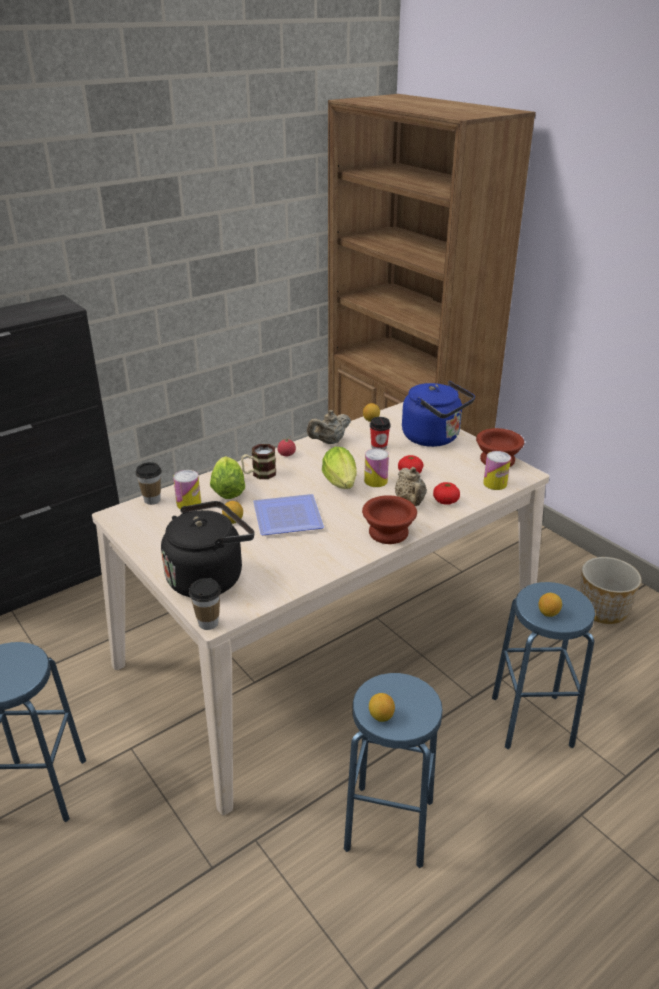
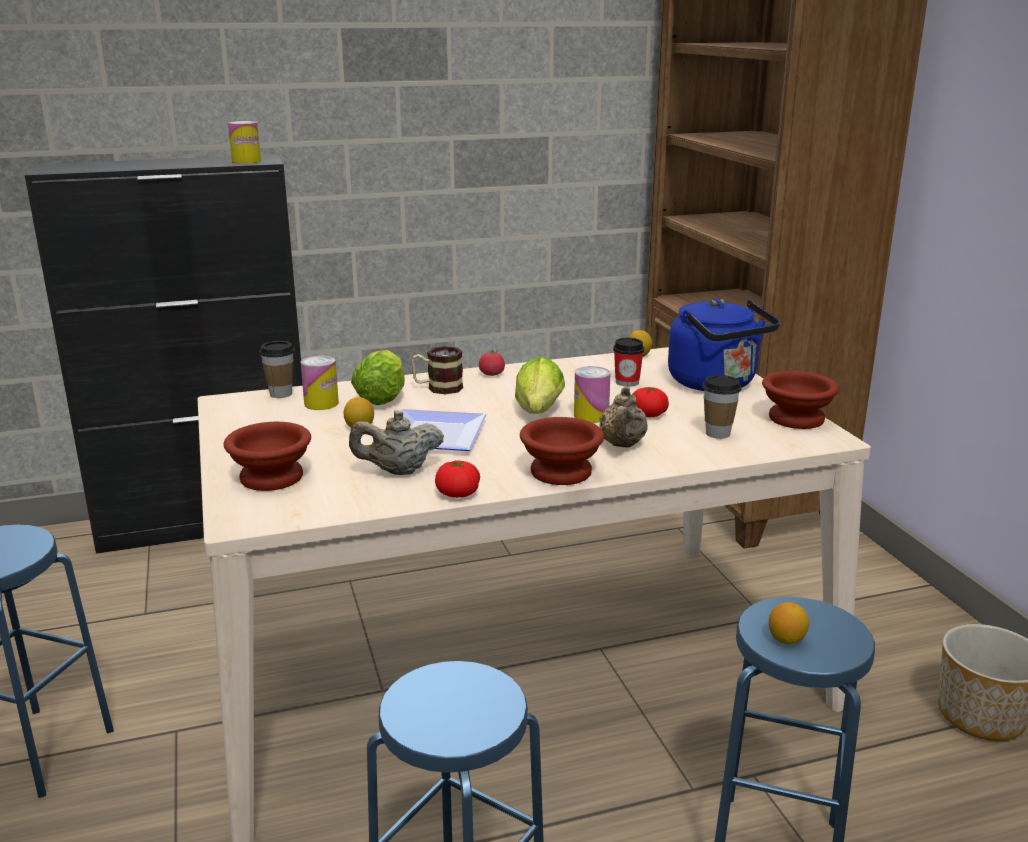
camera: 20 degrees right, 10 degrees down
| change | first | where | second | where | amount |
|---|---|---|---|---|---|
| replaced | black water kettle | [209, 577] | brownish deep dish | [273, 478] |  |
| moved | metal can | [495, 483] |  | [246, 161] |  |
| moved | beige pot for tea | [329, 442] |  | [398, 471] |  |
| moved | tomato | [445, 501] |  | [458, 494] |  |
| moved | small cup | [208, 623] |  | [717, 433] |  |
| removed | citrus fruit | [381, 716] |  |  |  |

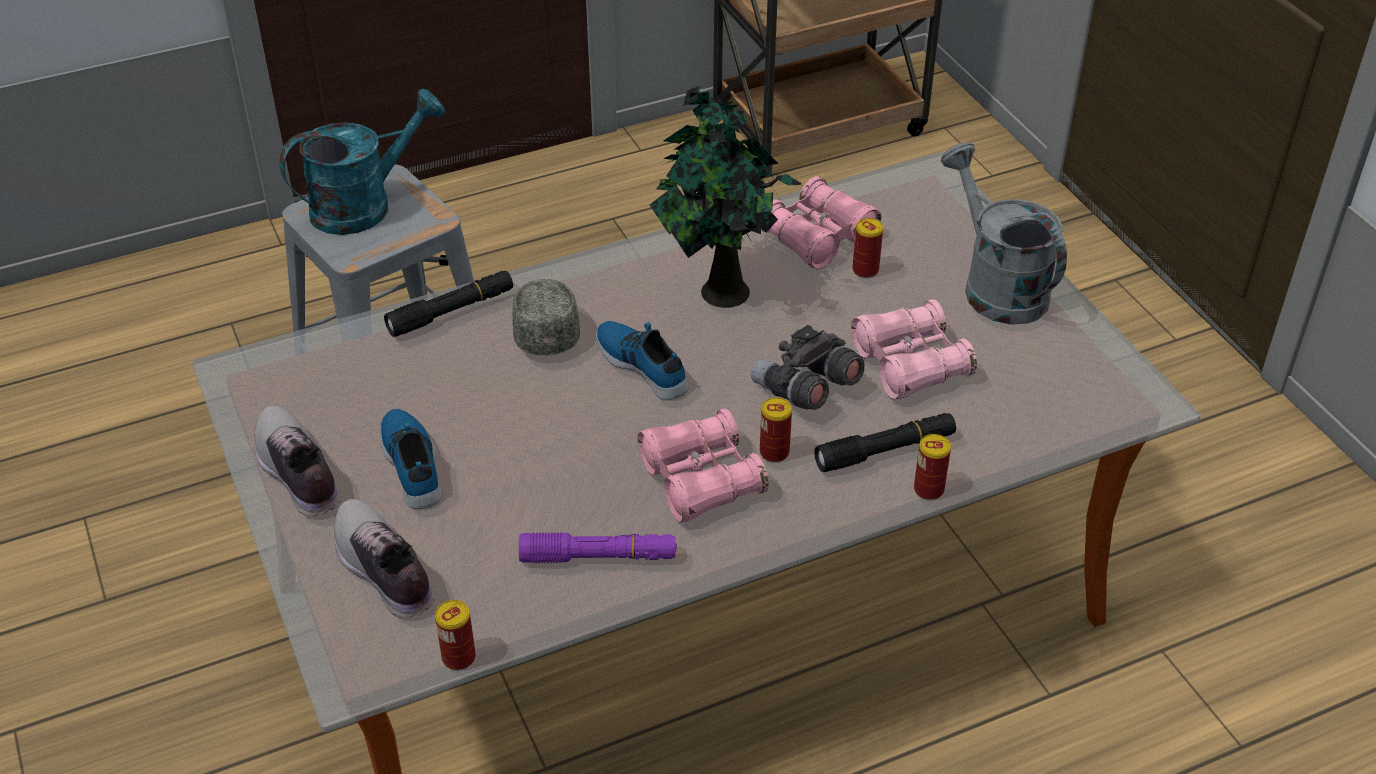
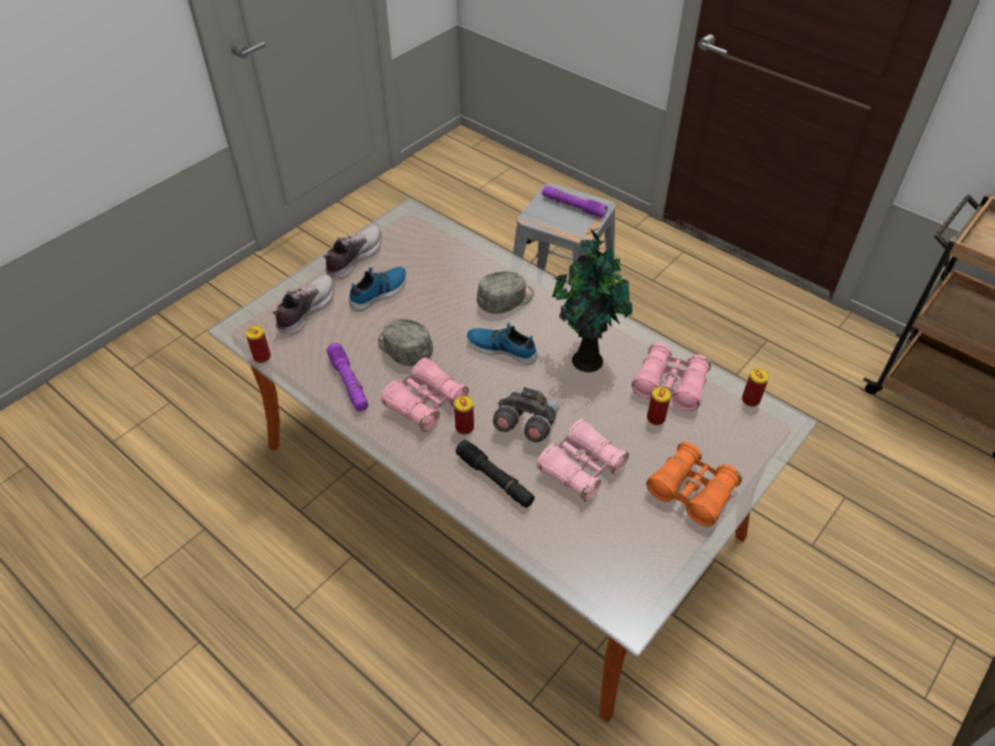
camera: 65 degrees right, 5 degrees up
| change | first | where | second | where | amount |
|---|---|---|---|---|---|
| added |  |  | greyish baseball cap | [404, 349] |  |
| turned | item of footwear | [643, 364] |  | [502, 348] | 90 degrees counterclockwise |
| replaced | turquoise-coloured watering can | [364, 205] | purplish torch | [573, 206] |  |
| replaced | greyish watering can | [996, 285] | orangey pair of binoculars | [691, 491] |  |
| moved | metal can | [928, 489] |  | [750, 400] |  |
| removed | black torch | [451, 312] |  |  |  |

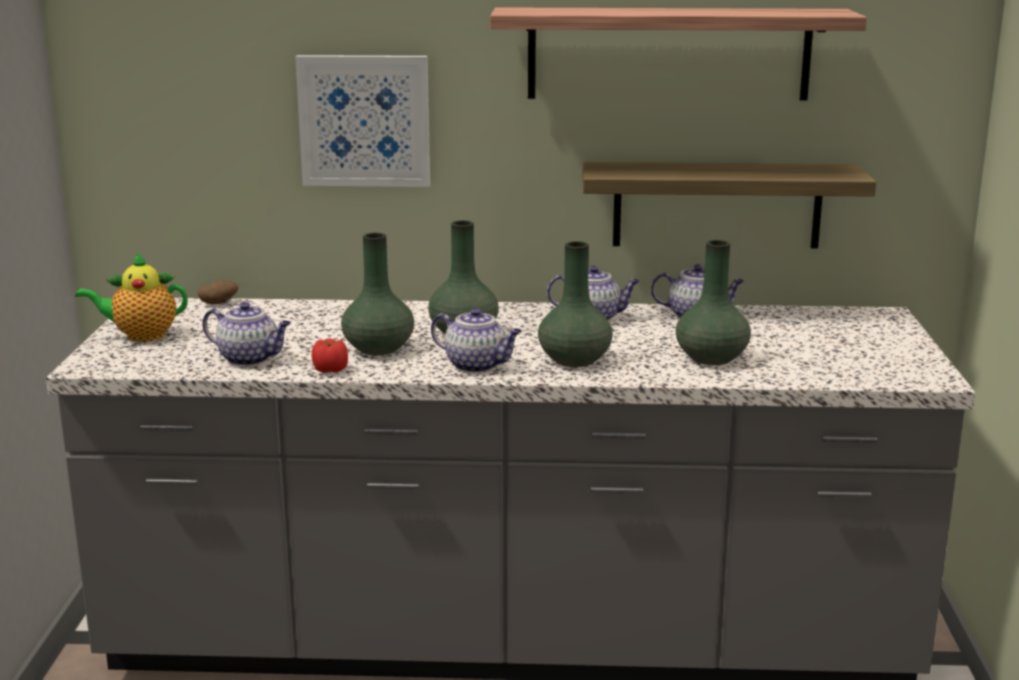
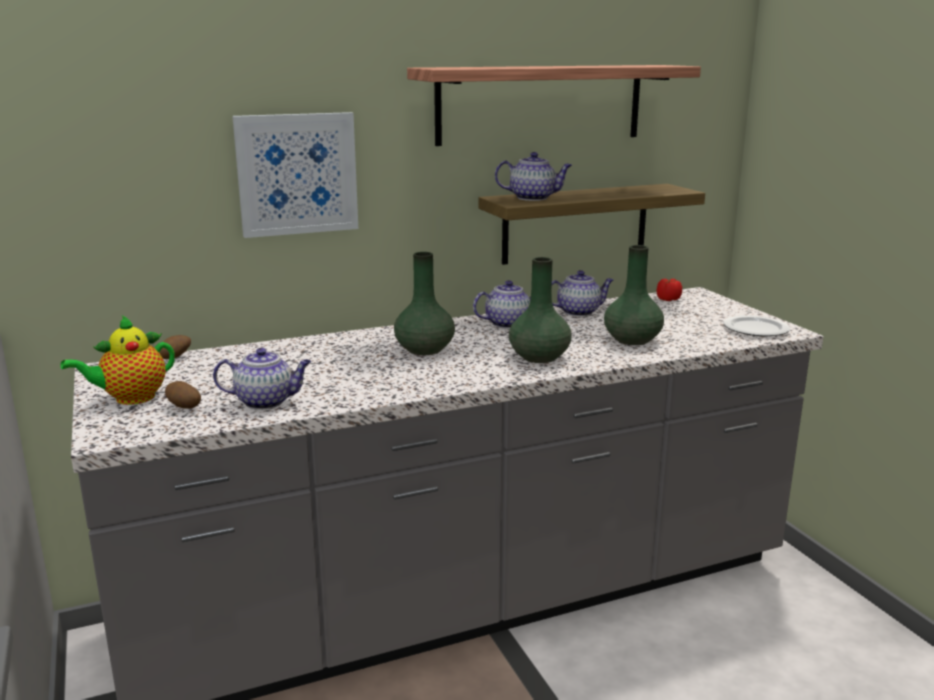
camera: 25 degrees left, 0 degrees up
| change | first | where | second | where | amount |
|---|---|---|---|---|---|
| added |  |  | whole potato | [184, 407] |  |
| moved | pot for tea | [477, 365] |  | [533, 198] |  |
| moved | tomato | [330, 370] |  | [667, 299] |  |
| added |  |  | dinner plate | [757, 329] |  |
| removed | greenish vase | [378, 348] |  |  |  |

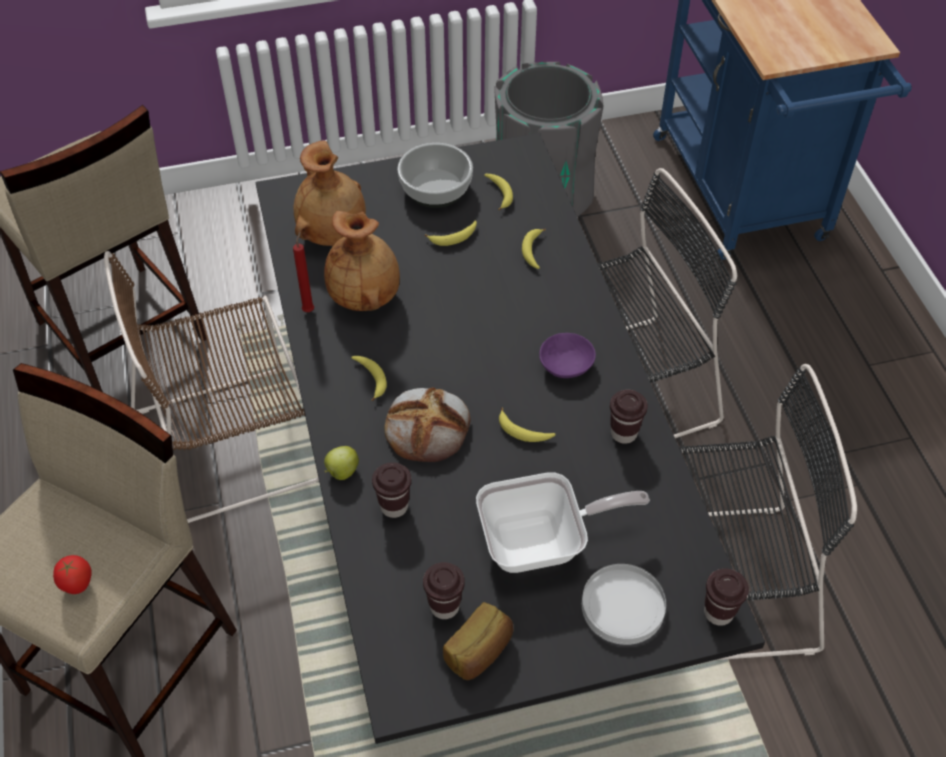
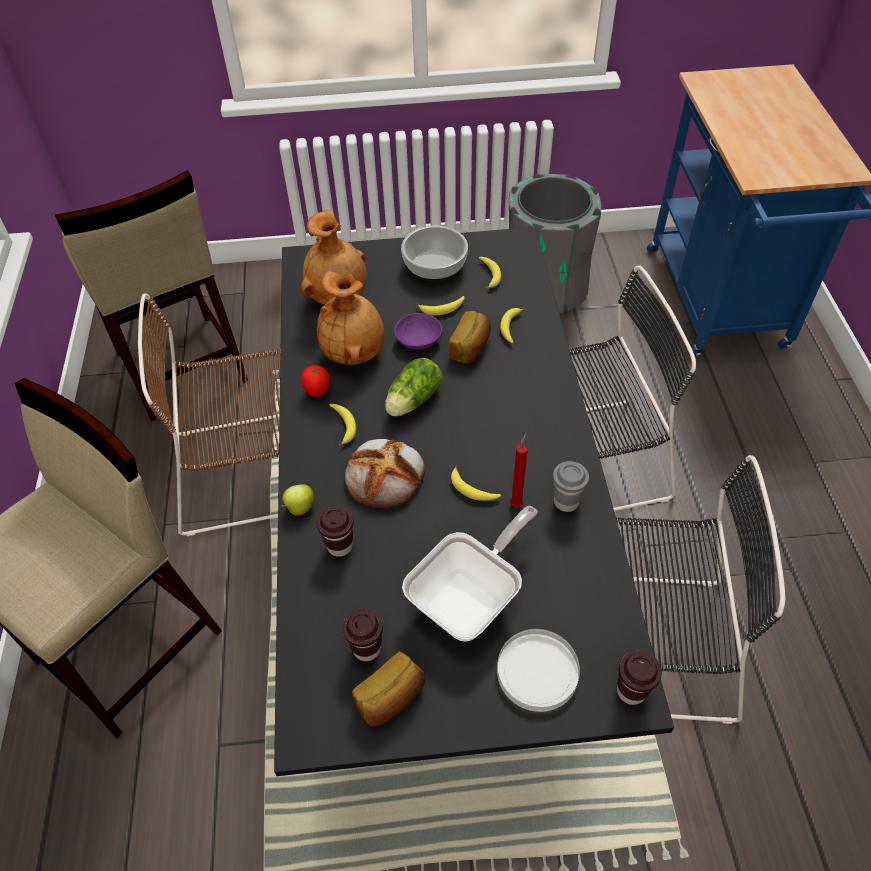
camera: 10 degrees right, 0 degrees up
| change | first | where | second | where | amount |
|---|---|---|---|---|---|
| moved | tomato | [77, 585] |  | [317, 392] |  |
| added |  |  | lettuce | [412, 401] |  |
| moved | purplish deep dish | [566, 366] |  | [418, 341] |  |
| turned | pan | [542, 542] |  | [471, 598] | 45 degrees counterclockwise |
| added |  |  | baked bread | [471, 347] |  |
| moved | red-coloured wax candle | [309, 309] |  | [517, 503] |  |
| recoloured | brownish small cup | [623, 433] | greyish small cup | [566, 502] |  |

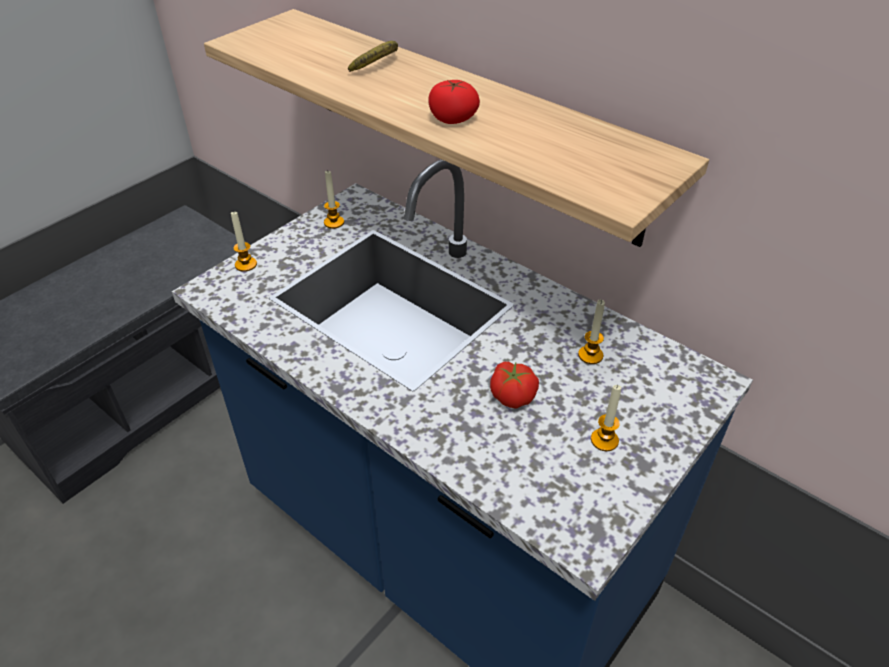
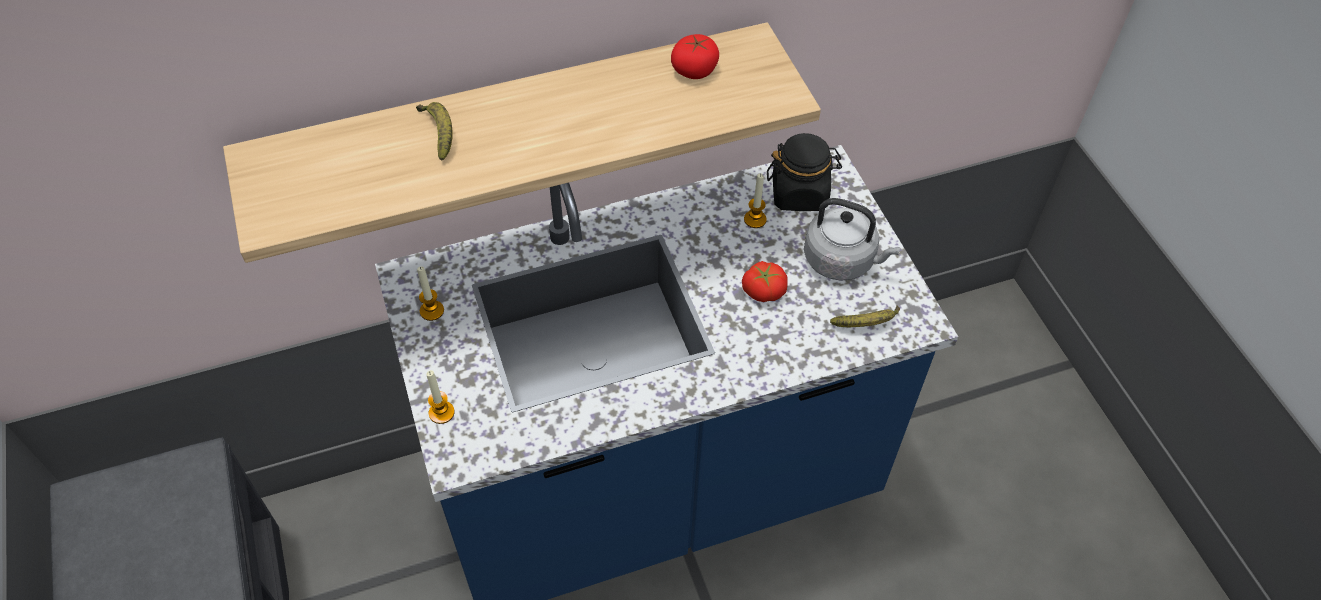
camera: 60 degrees left, 10 degrees up
| change | first | where | second | where | amount |
|---|---|---|---|---|---|
| moved | tomato | [453, 118] |  | [694, 70] |  |
| added |  |  | black jar | [800, 193] |  |
| replaced | wax candle | [604, 440] | greyish water kettle | [842, 260] |  |
| added |  |  | whole banana | [867, 324] |  |

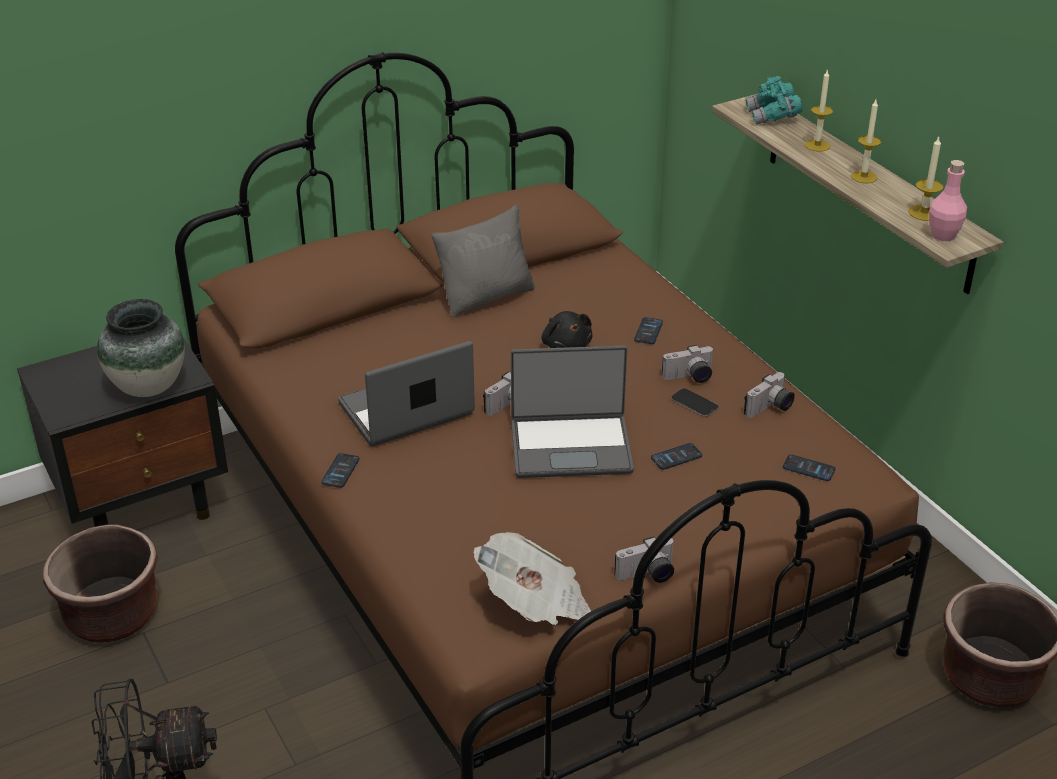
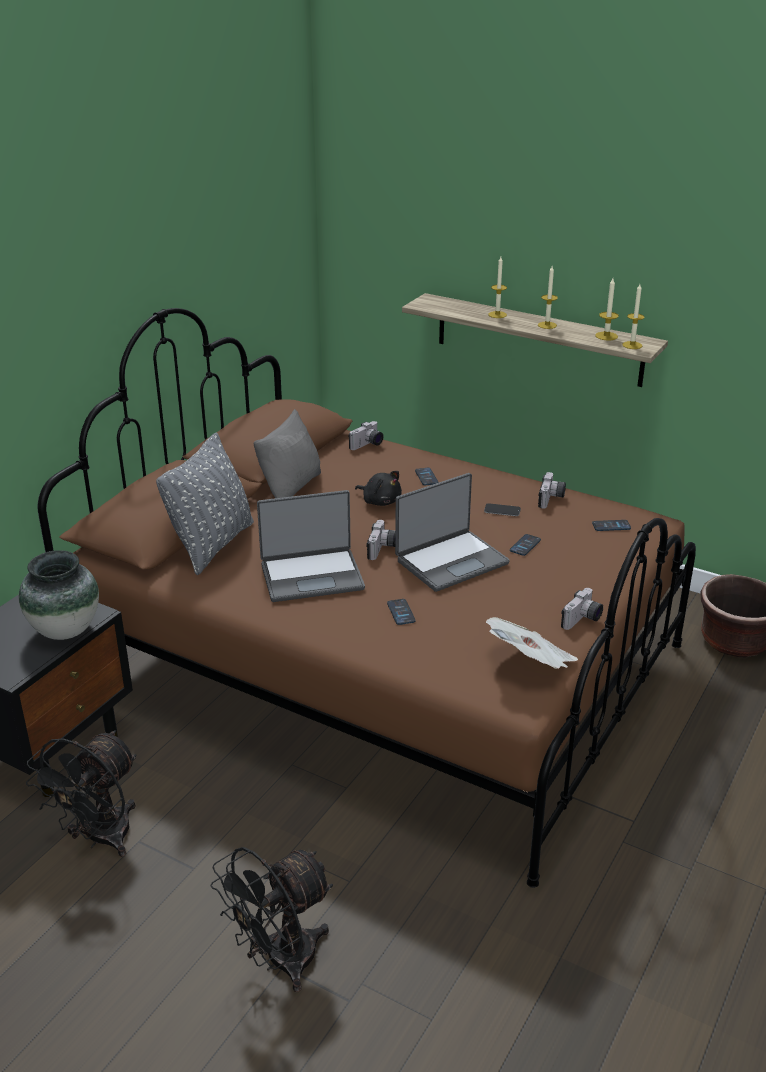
camera: 30 degrees left, 5 degrees down
| change | first | where | second | where | amount |
|---|---|---|---|---|---|
| replaced | brownish planter | [112, 615] | black electric fan | [100, 839] |  |
| added |  |  | greyish pillow | [213, 545] |  |
| turned | portable computer | [407, 411] |  | [312, 576] | 135 degrees counterclockwise |
| moved | photo camera | [689, 378] |  | [367, 445] |  |
| moved | telephone | [340, 471] |  | [401, 612] |  |
| replaced | pink beverage bottle | [943, 235] | wax candle | [632, 345] |  |
| removed | turquoise-coloured pair of binoculars | [773, 116] |  |  |  |

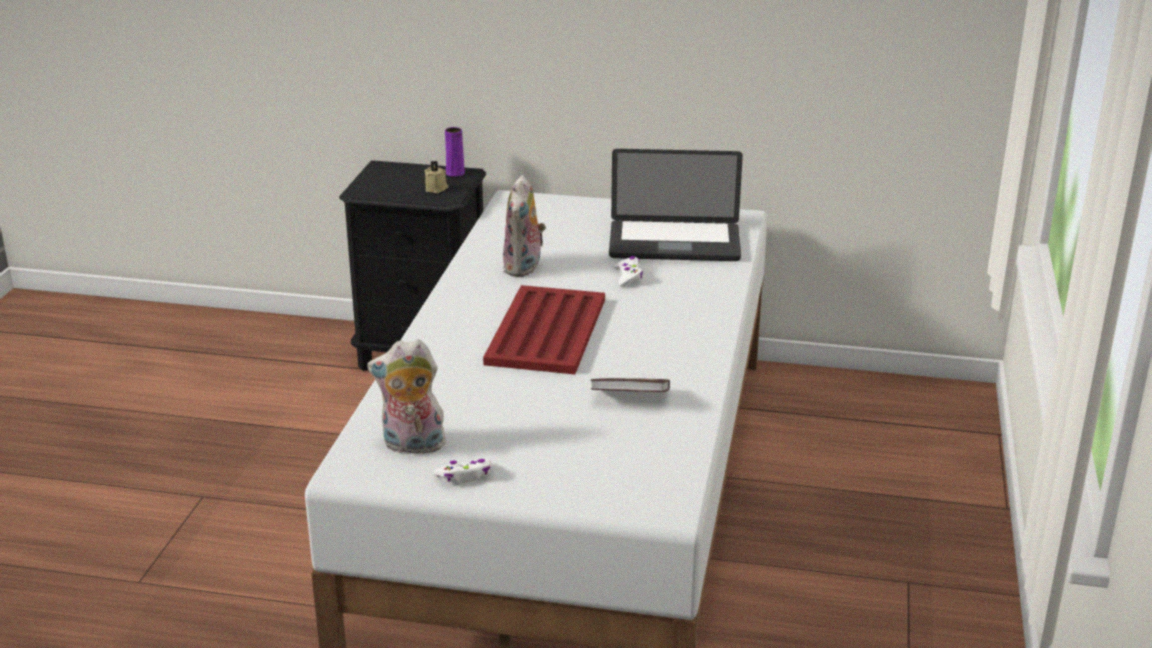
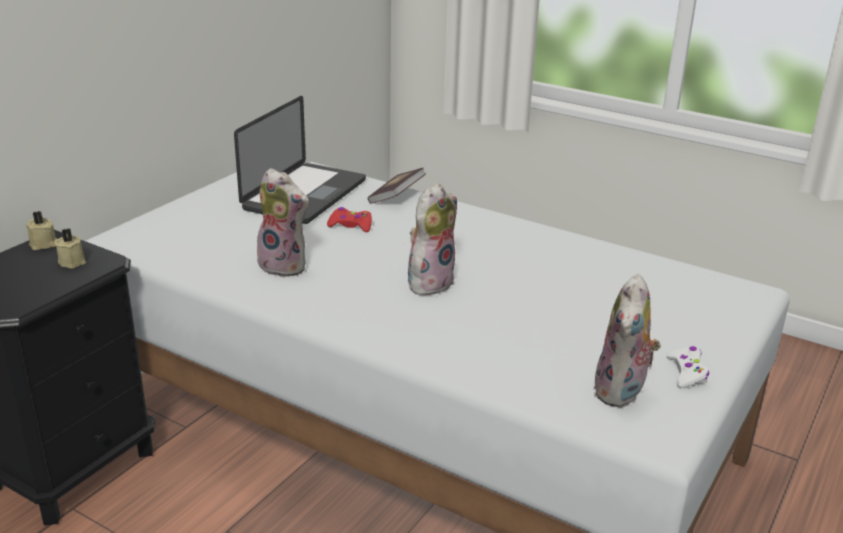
camera: 70 degrees left, 0 degrees up
| change | first | where | second | where | amount |
|---|---|---|---|---|---|
| replaced | purplish vase | [455, 173] | beige wax candle | [44, 244] |  |
| recoloured | white gamepad | [628, 276] | red-coloured gamepad | [351, 225] |  |
| moved | volume | [630, 399] |  | [396, 197] |  |
| replaced | red-coloured tray | [545, 332] | cuddly toy | [429, 282] |  |

